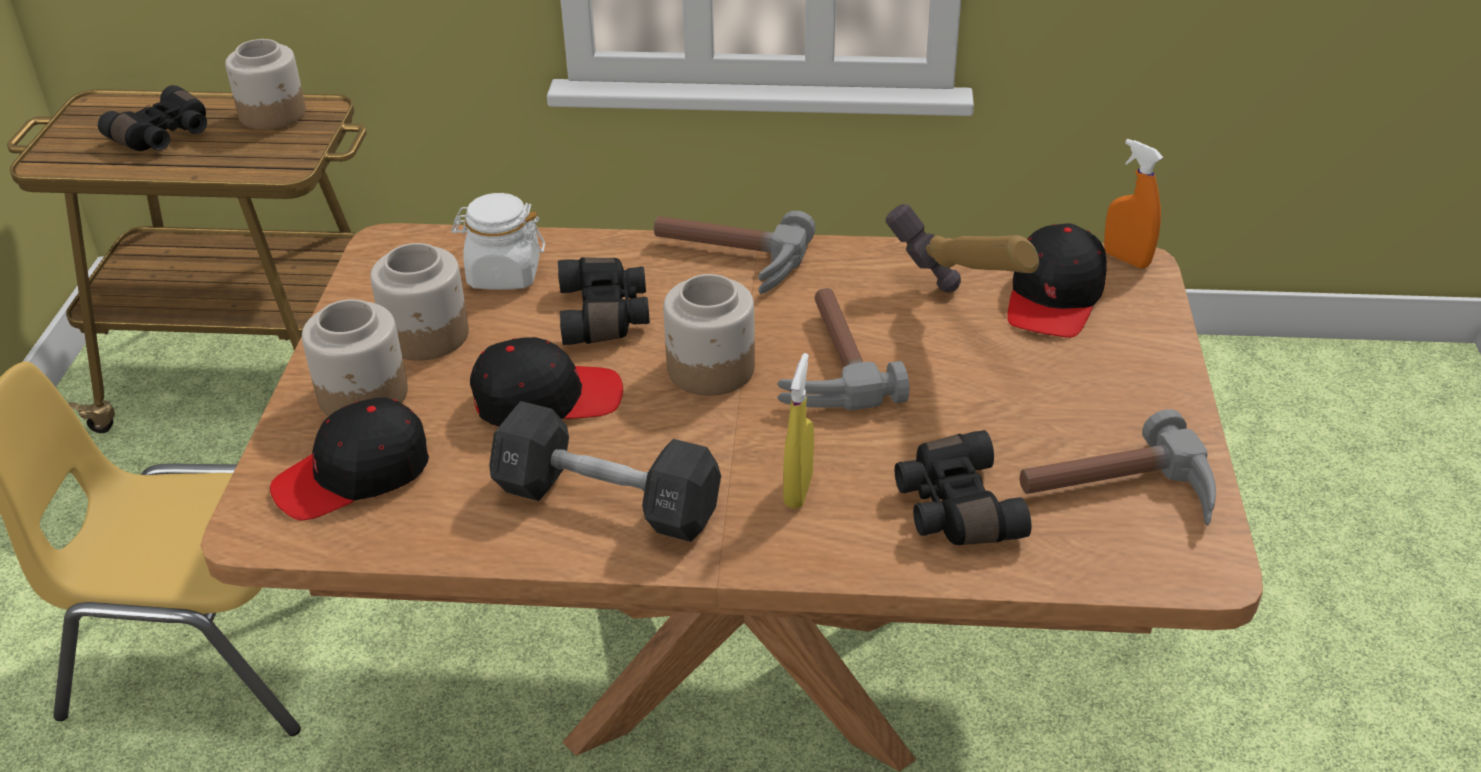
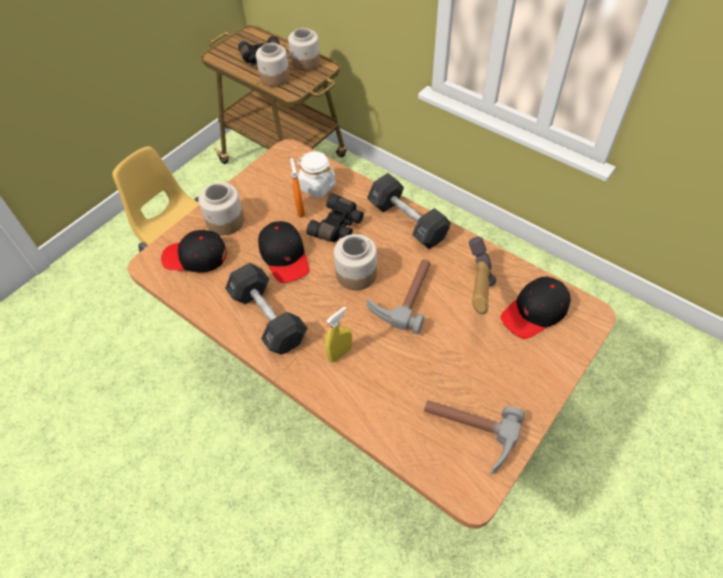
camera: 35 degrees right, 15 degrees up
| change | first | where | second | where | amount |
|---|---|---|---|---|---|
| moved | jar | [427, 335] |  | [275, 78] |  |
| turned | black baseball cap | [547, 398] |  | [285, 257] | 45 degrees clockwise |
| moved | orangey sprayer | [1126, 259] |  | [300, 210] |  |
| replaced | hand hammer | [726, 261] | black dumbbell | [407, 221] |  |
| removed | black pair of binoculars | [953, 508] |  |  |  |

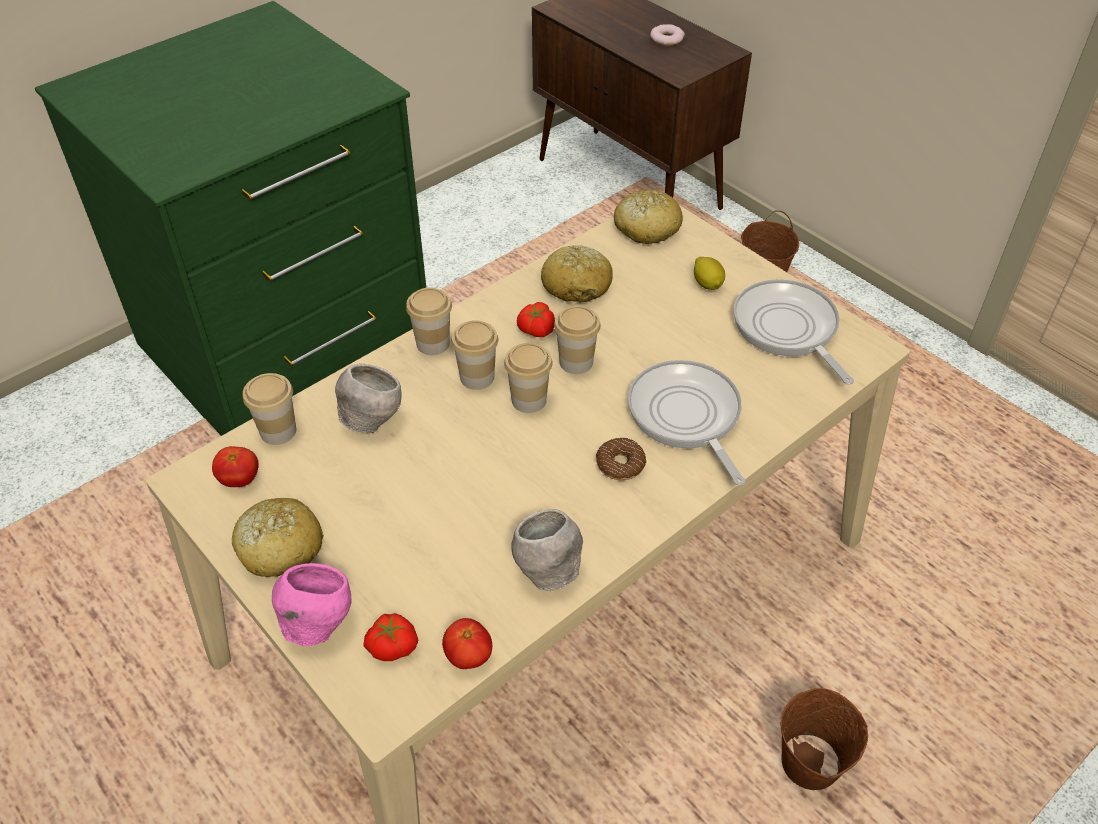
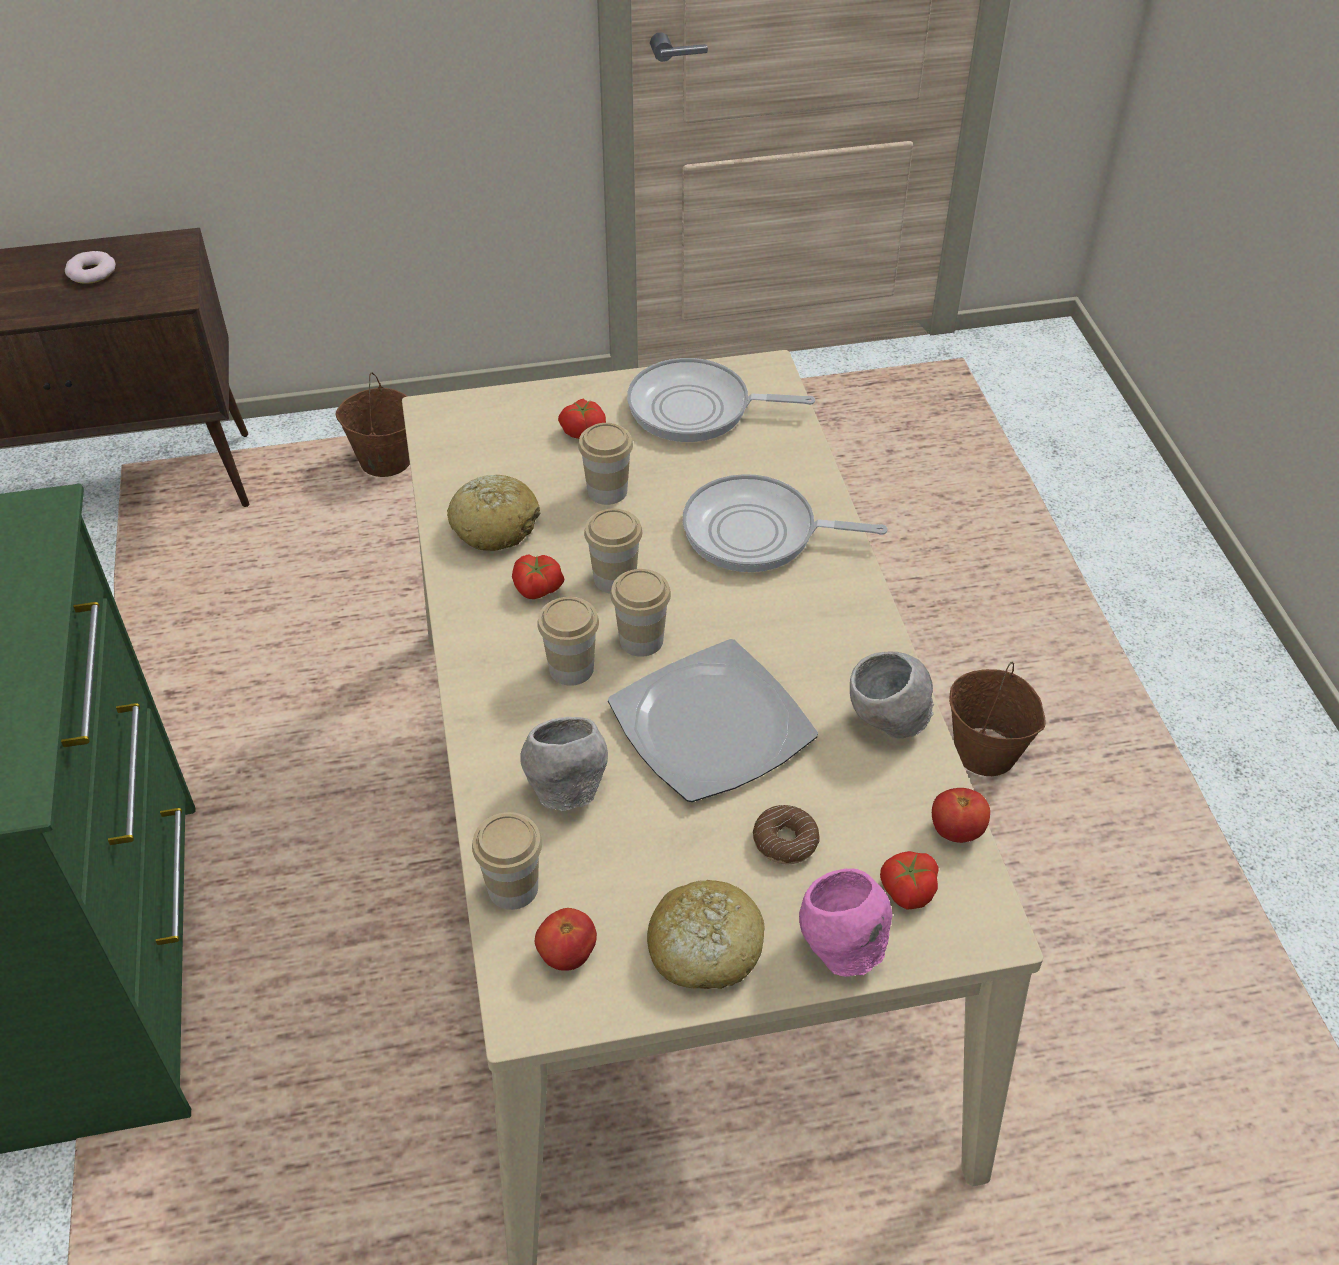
camera: 60 degrees left, 0 degrees up
| change | first | where | second | where | amount |
|---|---|---|---|---|---|
| replaced | citrus fruit | [707, 284] | tomato | [584, 430] |  |
| moved | small cup | [433, 343] |  | [607, 491] |  |
| added |  |  | dinner plate | [713, 726] |  |
| moved | ring doughnut | [620, 464] |  | [785, 841] |  |
| removed | baked bread | [646, 228] |  |  |  |

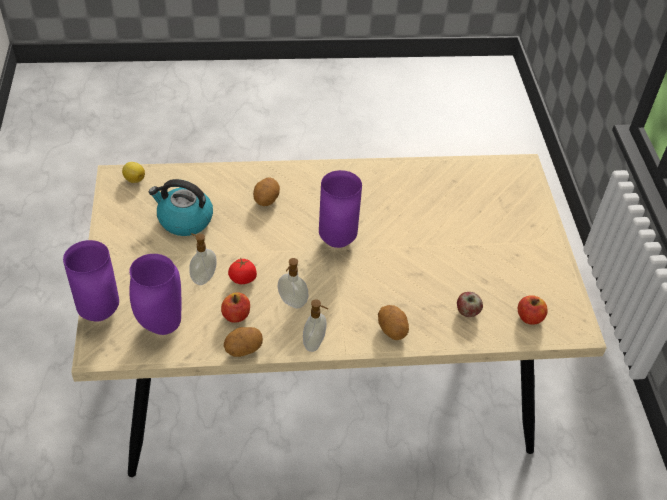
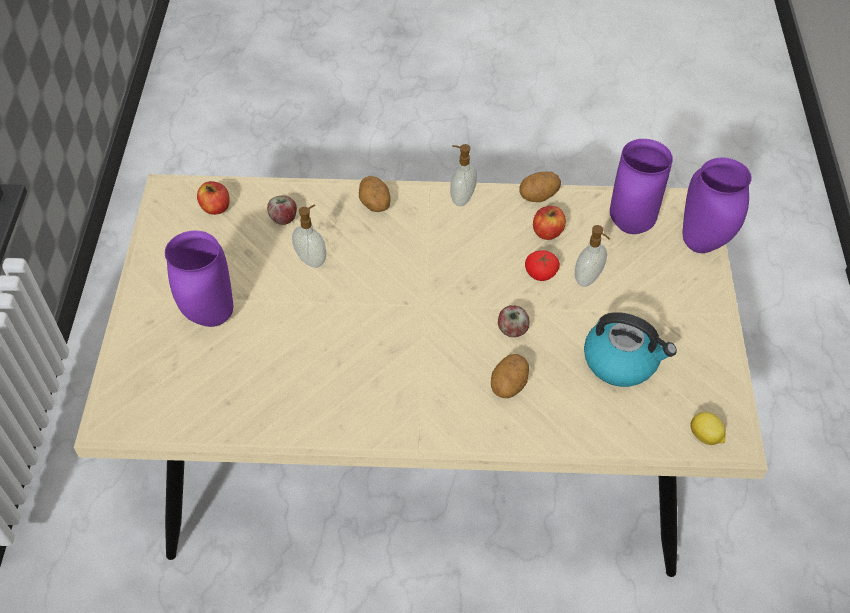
camera: 170 degrees left, 5 degrees up
| change | first | where | second | where | amount |
|---|---|---|---|---|---|
| moved | purplish vase | [336, 241] |  | [212, 318] |  |
| moved | liquid soap bottle | [292, 302] |  | [312, 259] |  |
| added |  |  | whole apple | [512, 330] |  |

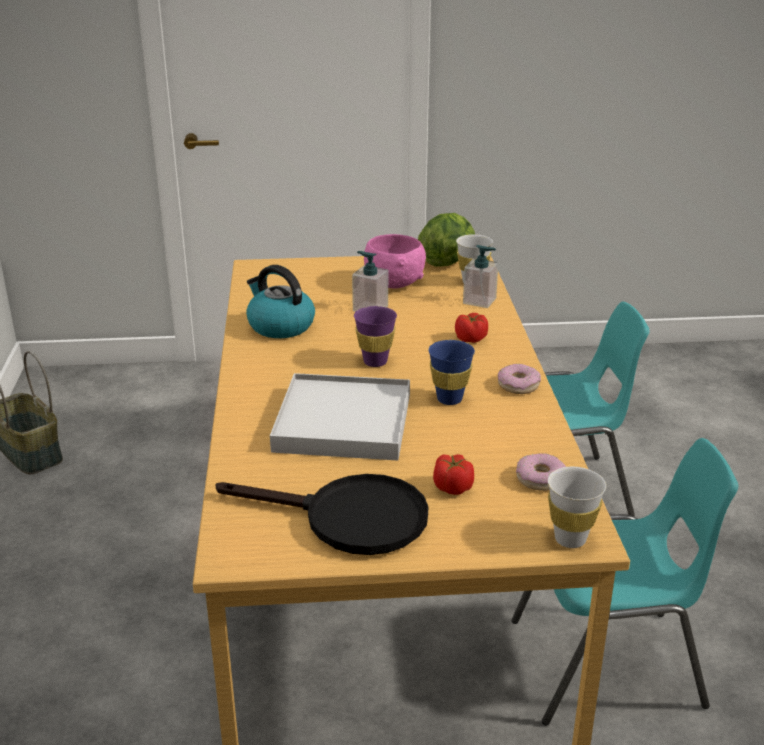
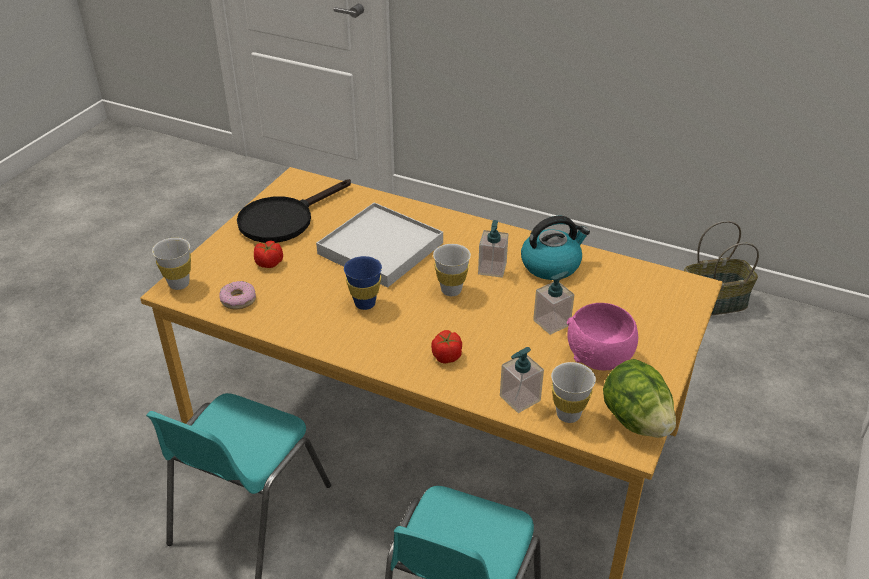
camera: 120 degrees right, 10 degrees up
| change | first | where | second | where | amount |
|---|---|---|---|---|---|
| recoloured | purplish small cup | [375, 362] | white small cup | [451, 290] |  |
| added |  |  | liquid soap bottle | [492, 269] |  |
| removed | ring doughnut | [518, 385] |  |  |  |

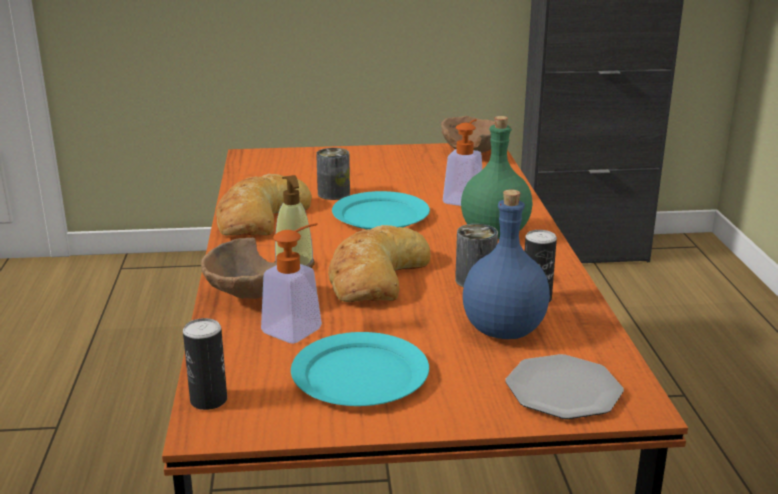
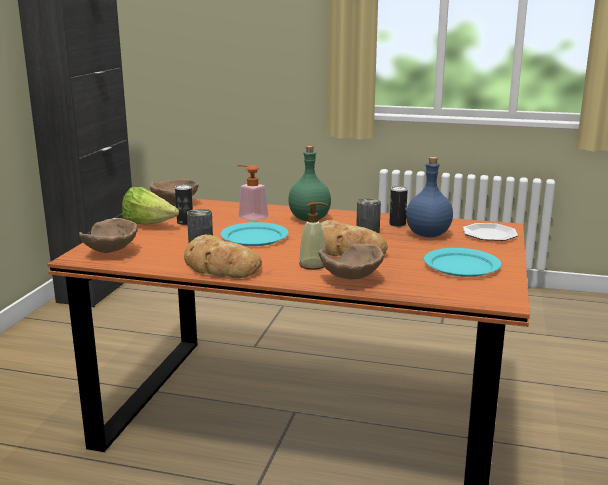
camera: 70 degrees left, 5 degrees down
| change | first | where | second | where | amount |
|---|---|---|---|---|---|
| added |  |  | brownish deep dish | [112, 253] |  |
| added |  |  | lettuce | [149, 225] |  |
| moved | metal can | [208, 400] |  | [185, 222] |  |
| removed | liquid soap bottle | [298, 326] |  |  |  |

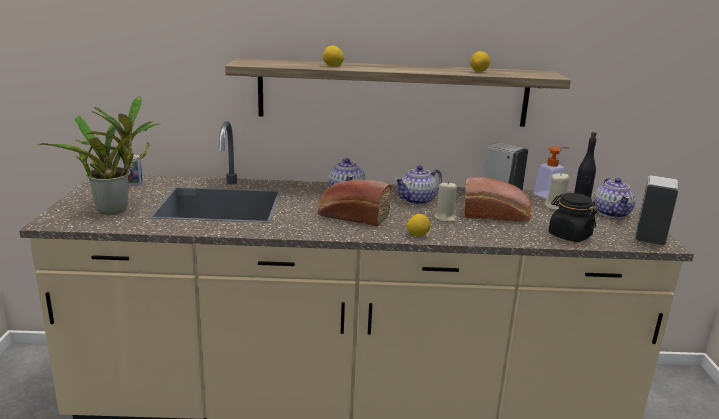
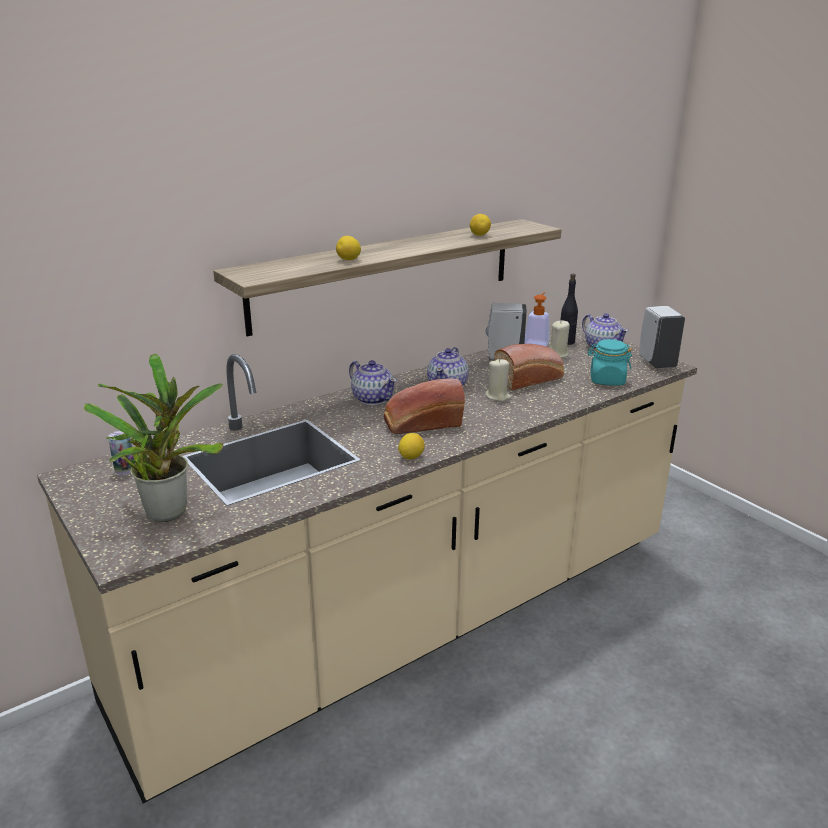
camera: 35 degrees left, 5 degrees up
| change | first | where | second | where | amount |
|---|---|---|---|---|---|
| moved | citrus fruit | [417, 235] |  | [411, 457] |  |
| recoloured | black jar | [569, 236] | turquoise-coloured jar | [607, 380] |  |

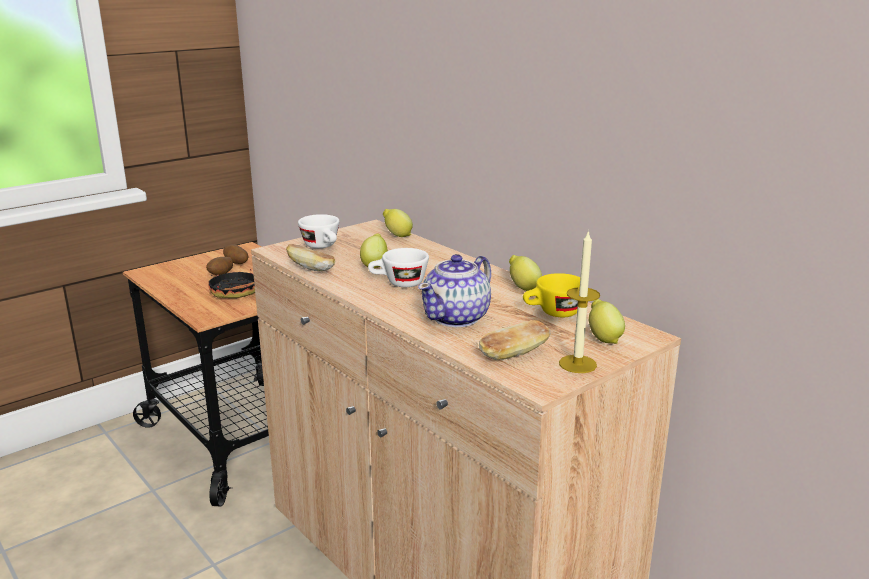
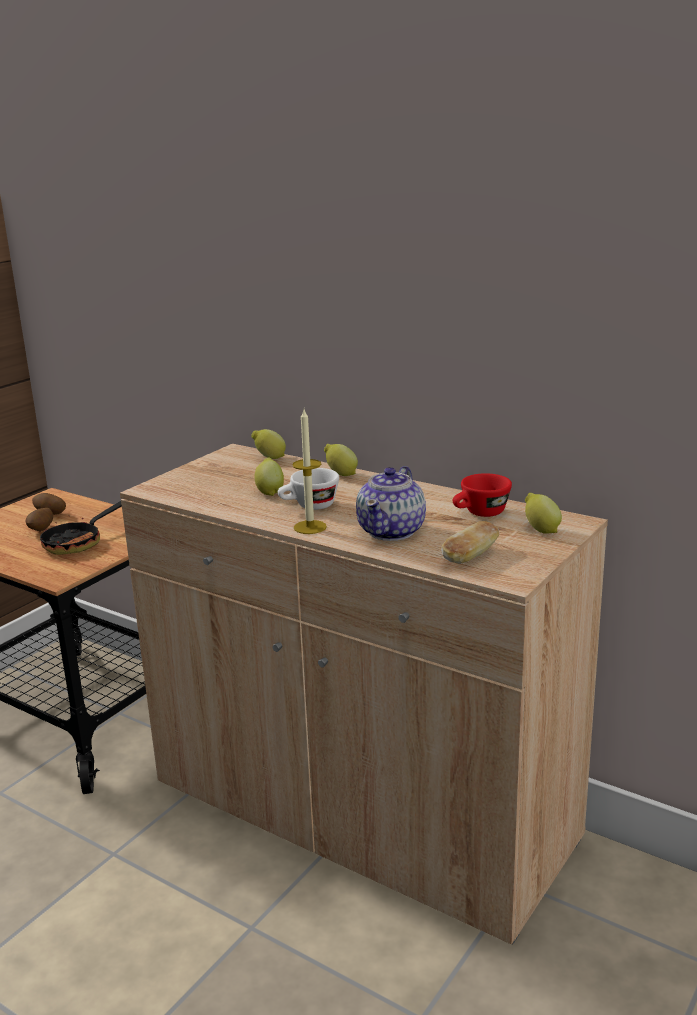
camera: 15 degrees left, 0 degrees up
| change | first | where | second | where | amount |
|---|---|---|---|---|---|
| moved | wax candle | [577, 364] |  | [310, 527] |  |
| moved | citrus fruit | [523, 288] |  | [340, 474] |  |
| recoloured | yellow-coloured small cup | [553, 313] | red-coloured small cup | [480, 514] |  |
| removed | baked bread | [311, 268] |  |  |  |
| removed | white small cup | [323, 246] |  |  |  |

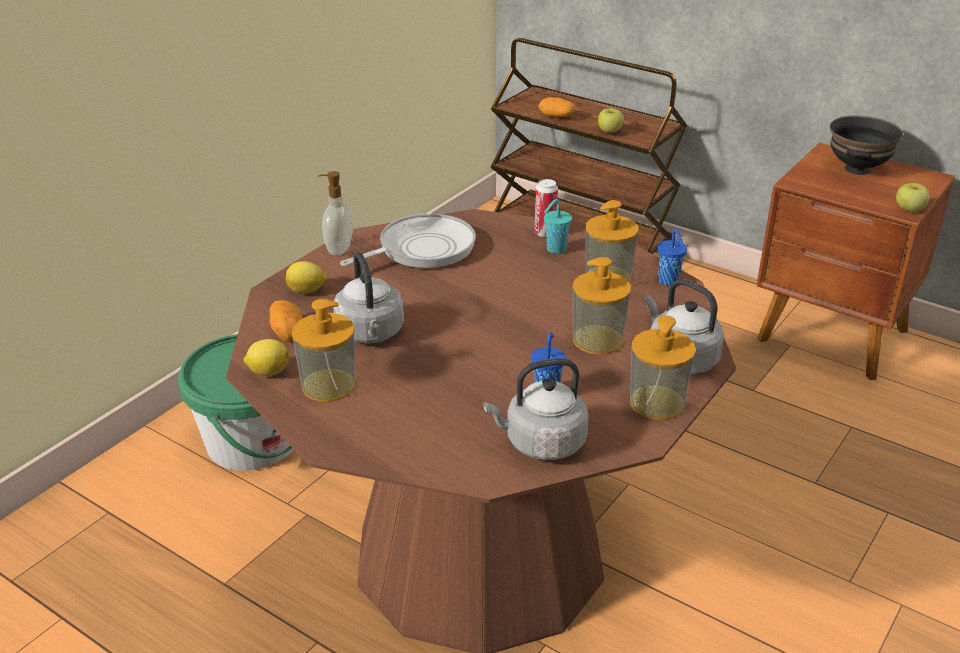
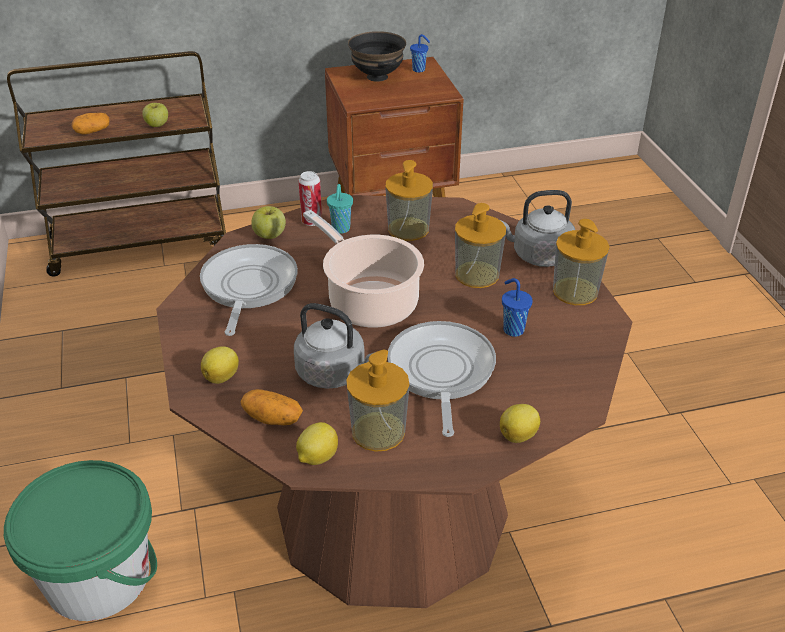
camera: 50 degrees left, 5 degrees up
| change | first | where | second | where | amount |
|---|---|---|---|---|---|
| moved | whole apple | [909, 210] |  | [270, 235] |  |
| added |  |  | saucepot | [369, 301] |  |
| added |  |  | pan | [440, 372] |  |
| moved | blue small cup | [669, 281] |  | [419, 70] |  |
| added |  |  | citrus fruit | [519, 435] |  |
| removed | liquid soap bottle | [338, 249] |  |  |  |
| removed | greyish water kettle | [541, 443] |  |  |  |

